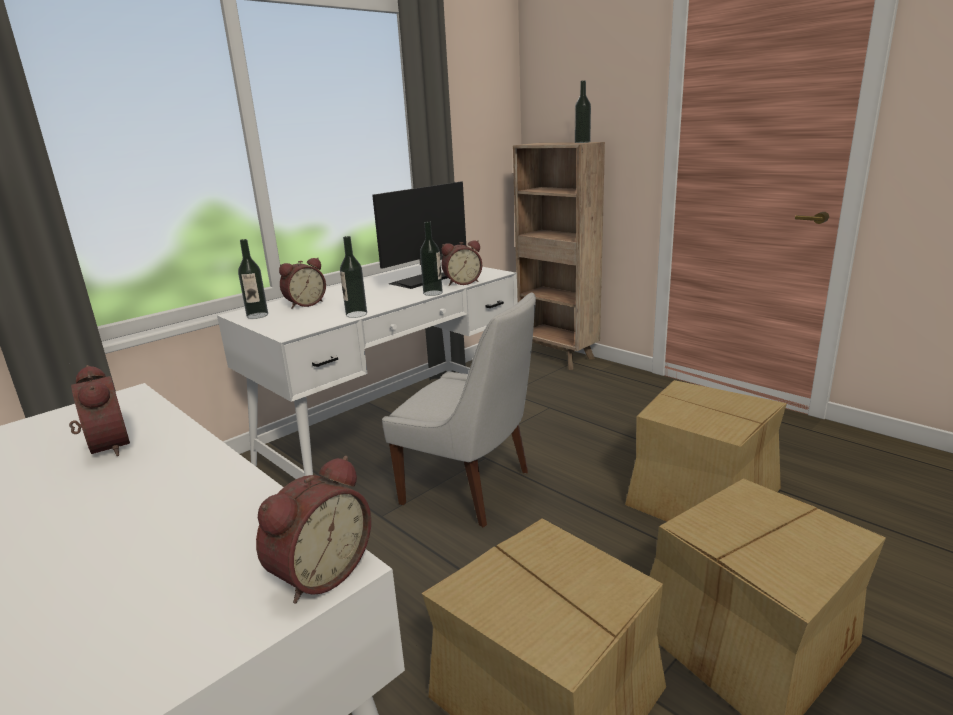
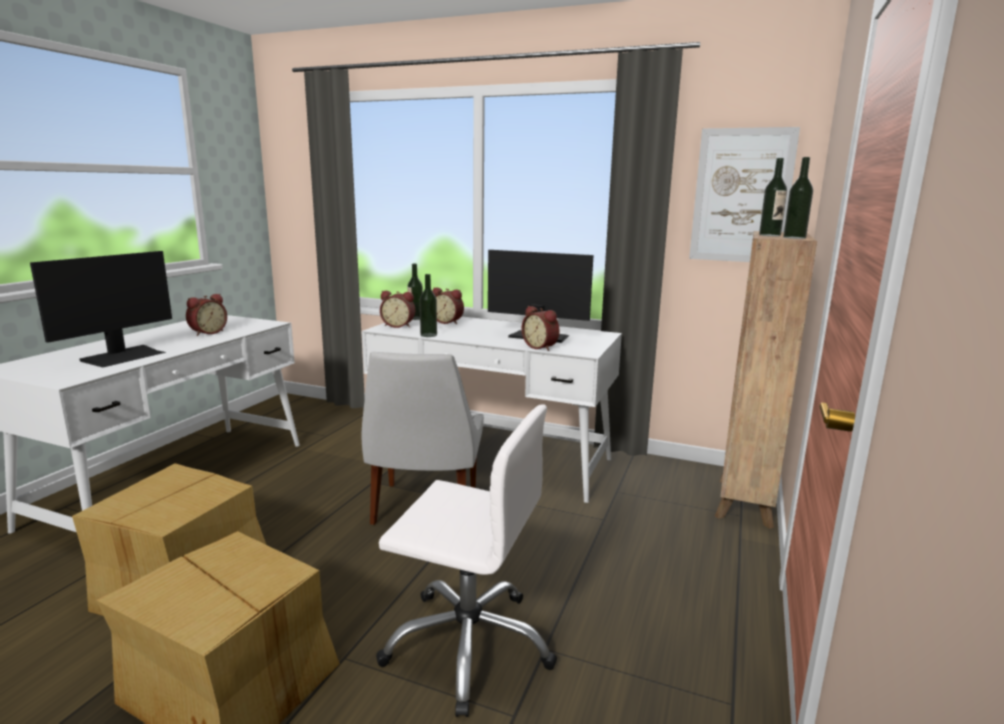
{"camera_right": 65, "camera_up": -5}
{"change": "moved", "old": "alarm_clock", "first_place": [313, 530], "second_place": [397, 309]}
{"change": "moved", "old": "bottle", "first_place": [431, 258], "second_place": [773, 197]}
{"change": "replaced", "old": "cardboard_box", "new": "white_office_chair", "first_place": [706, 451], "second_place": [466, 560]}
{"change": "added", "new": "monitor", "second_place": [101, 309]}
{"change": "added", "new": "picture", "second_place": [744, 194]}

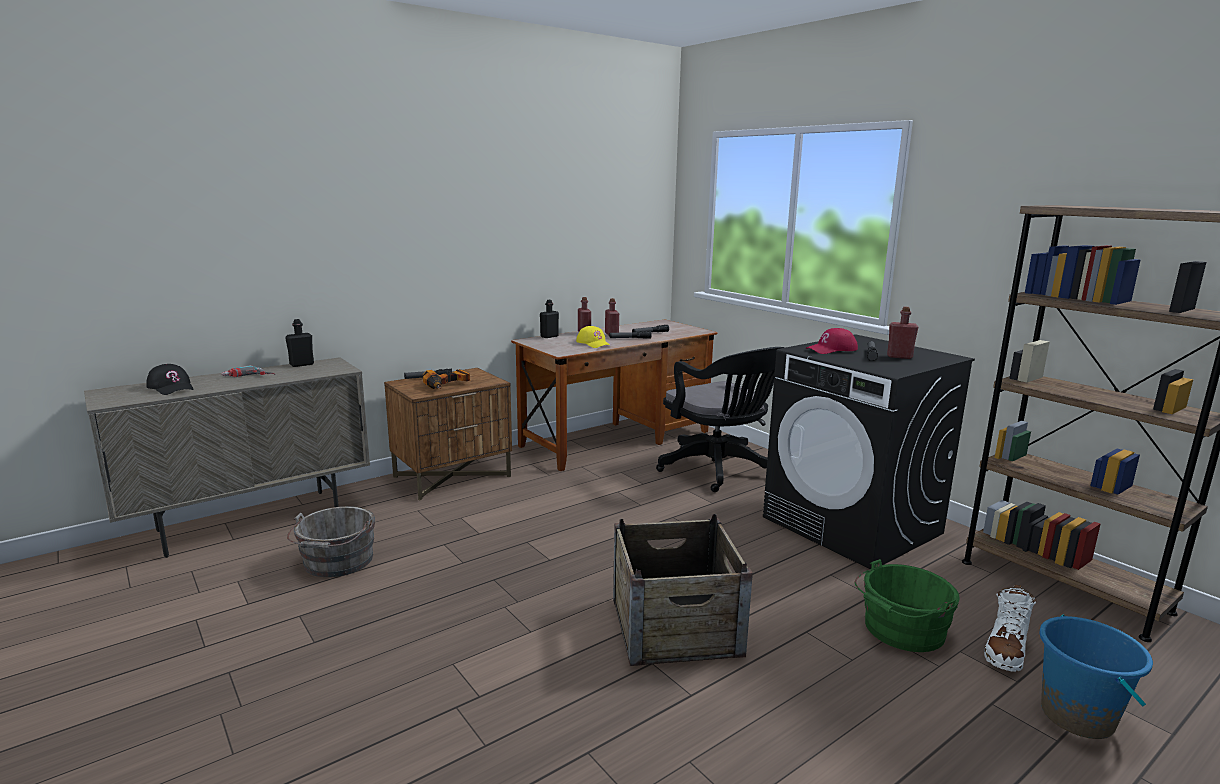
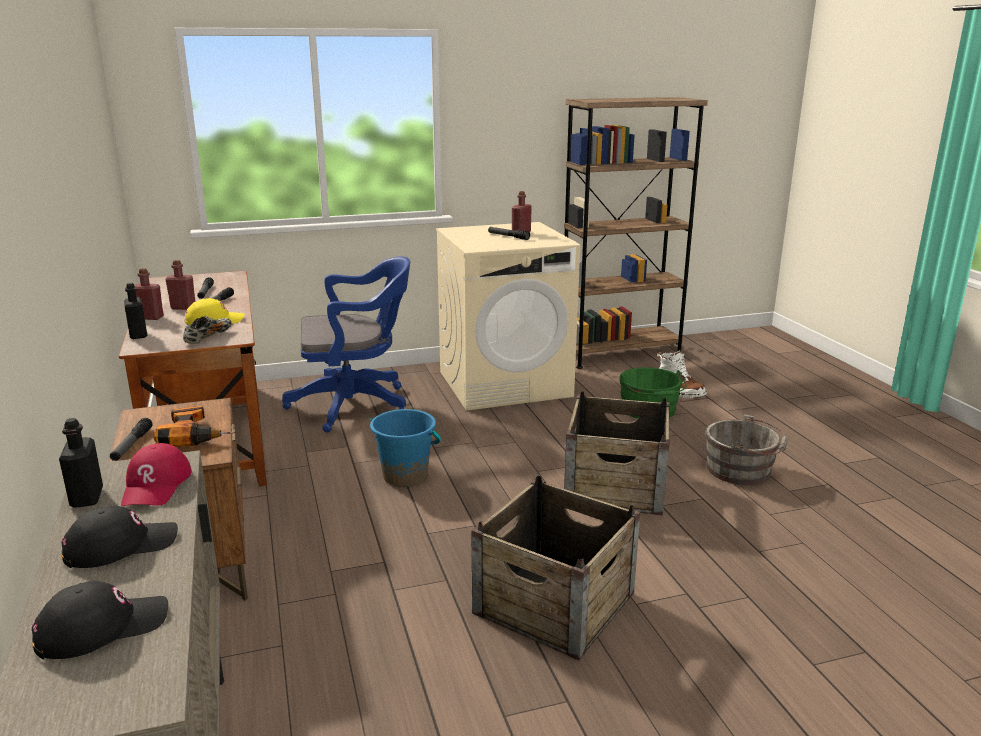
{"camera_right": -70, "camera_up": 5}
{"change": "replaced", "old": "power_drill", "new": "black_cap", "first_place": [248, 371], "second_place": [119, 537]}
{"change": "moved", "old": "grey_bucket", "first_place": [331, 541], "second_place": [746, 449]}
{"change": "recoloured", "old": "black_office_chair", "new": "blue_office_chair", "first_place": [720, 419], "second_place": [346, 344]}
{"change": "recoloured", "old": "black_washing_machine", "new": "beige_washing_machine", "first_place": [869, 451], "second_place": [508, 316]}
{"change": "moved", "old": "red_cap", "first_place": [832, 341], "second_place": [156, 474]}
{"change": "moved", "old": "blue_bucket", "first_place": [1096, 677], "second_place": [405, 448]}
{"change": "added", "new": "shoe", "second_place": [207, 330]}
{"change": "added", "new": "crate", "second_place": [555, 568]}

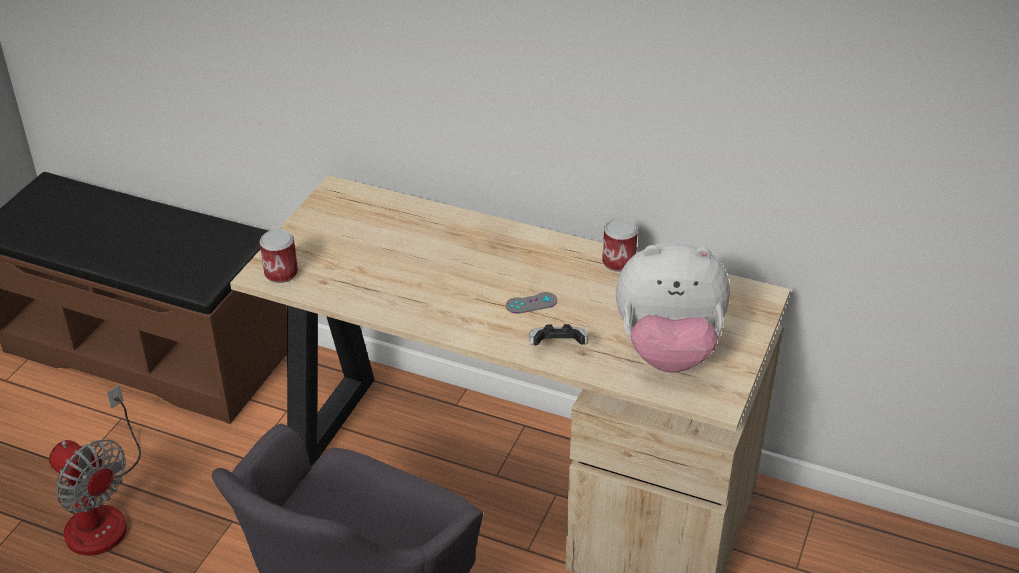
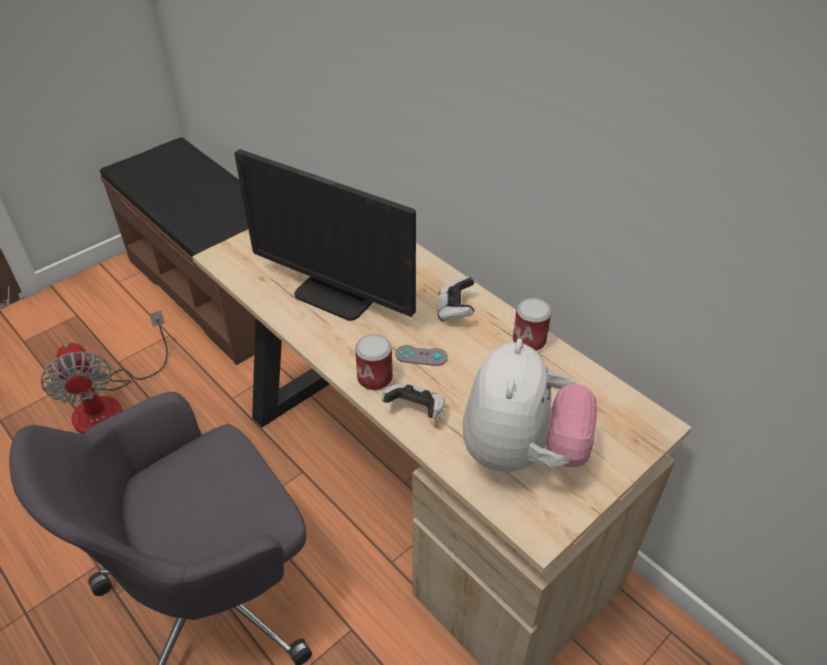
{"camera_right": 25, "camera_up": 5}
{"change": "moved", "old": "can", "first_place": [278, 256], "second_place": [374, 362]}
{"change": "turned", "old": "plush_toy", "first_place": [673, 307], "second_place": [530, 405], "degrees": -105}
{"change": "added", "new": "monitor", "second_place": [325, 235]}
{"change": "added", "new": "game_controller", "second_place": [456, 299]}

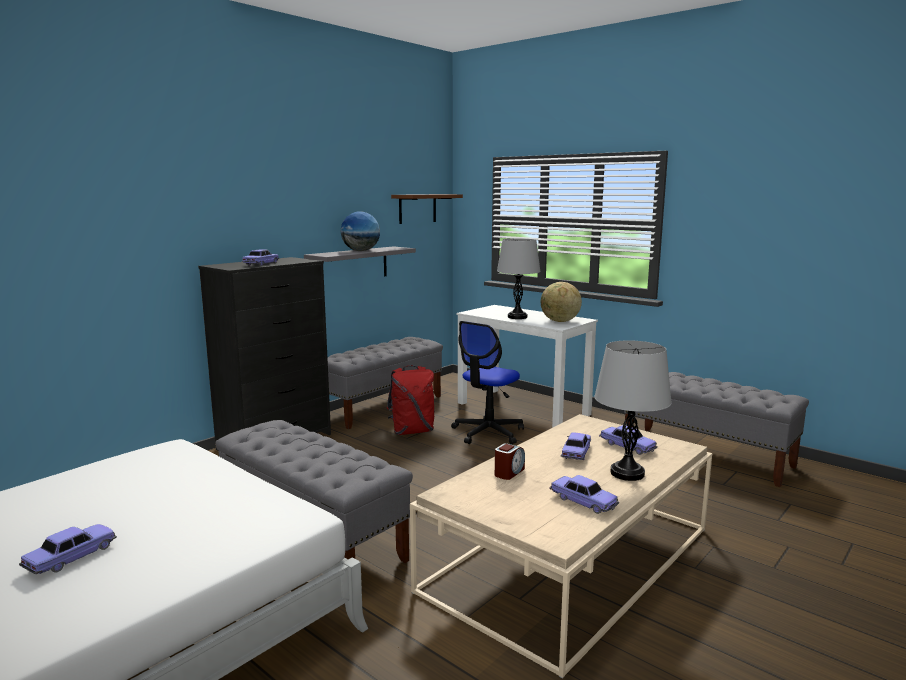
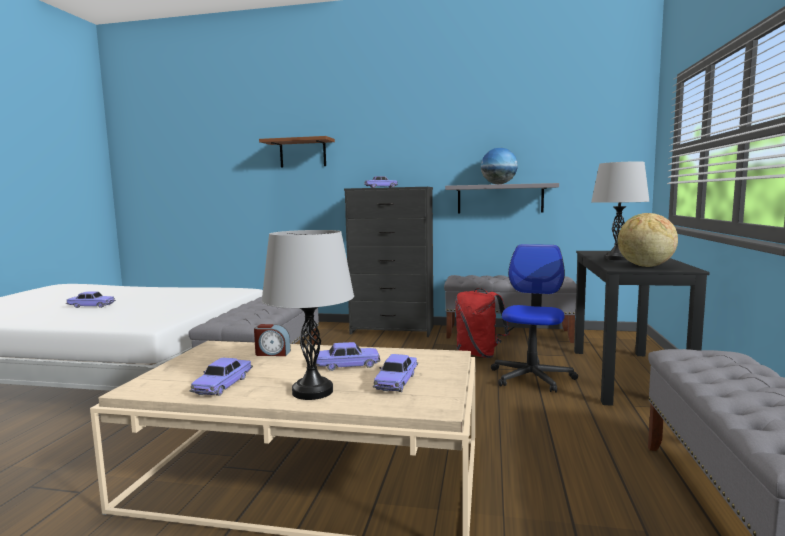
{"camera_right": 60, "camera_up": -5}
{"change": "moved", "old": "brown_shelf", "first_place": [427, 209], "second_place": [297, 152]}
{"change": "turned", "old": "office_chair", "first_place": [487, 383], "second_place": [534, 318], "degrees": 105}
{"change": "recoloured", "old": "white_desk", "new": "black_desk", "first_place": [527, 366], "second_place": [642, 328]}

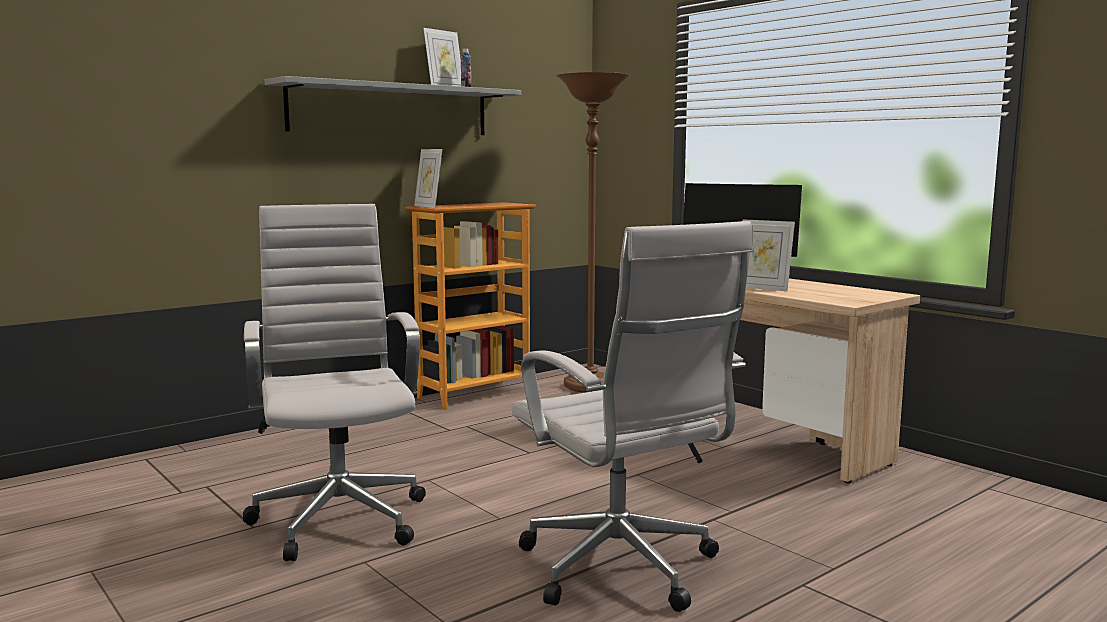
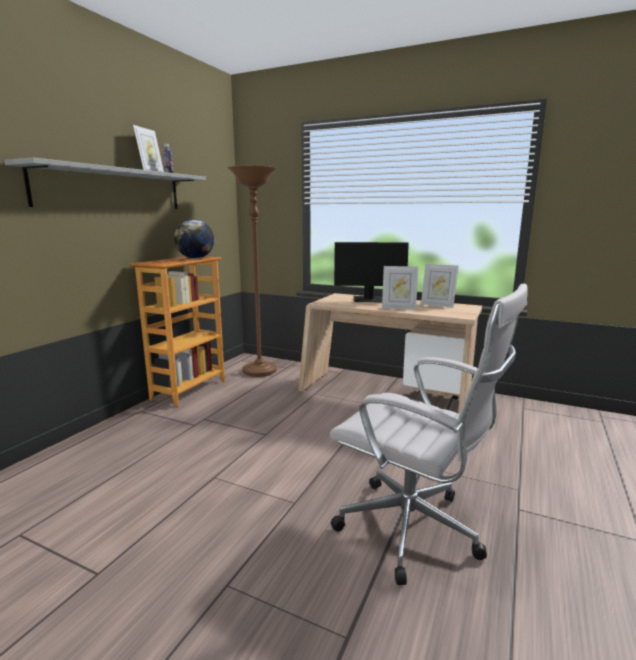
{"camera_right": -25, "camera_up": 5}
{"change": "removed", "old": "white_office_chair", "first_place": [334, 382]}
{"change": "moved", "old": "picture_frame", "first_place": [428, 178], "second_place": [439, 286]}
{"change": "added", "new": "globe", "second_place": [194, 239]}

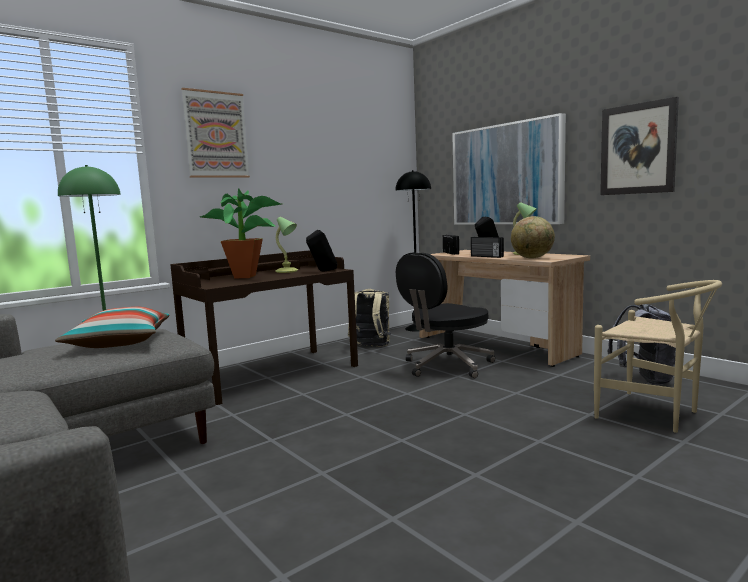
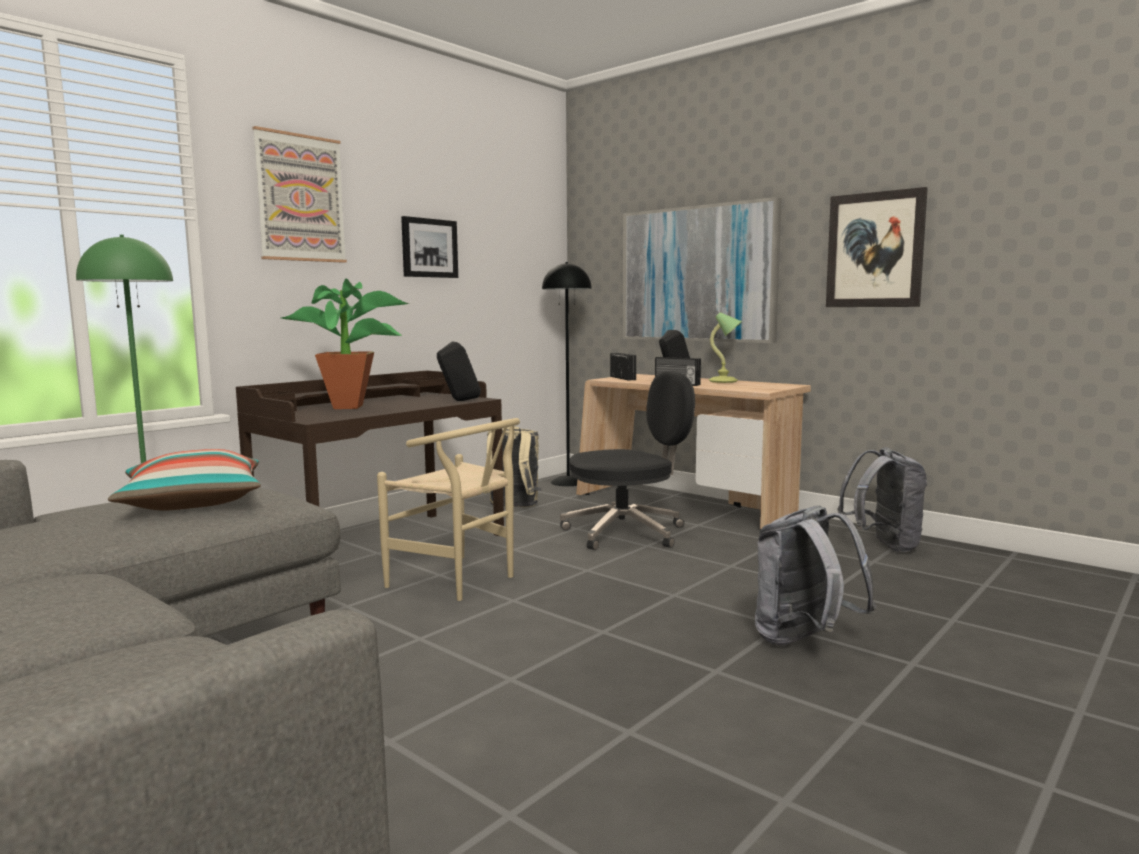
{"camera_right": -10, "camera_up": 0}
{"change": "removed", "old": "table_lamp", "first_place": [287, 245]}
{"change": "turned", "old": "black_office_chair", "first_place": [445, 315], "second_place": [627, 460], "degrees": -150}
{"change": "removed", "old": "globe", "first_place": [533, 237]}
{"change": "moved", "old": "beige_chair", "first_place": [658, 356], "second_place": [448, 509]}
{"change": "added", "new": "picture", "second_place": [429, 247]}
{"change": "added", "new": "grey_backpack", "second_place": [815, 575]}

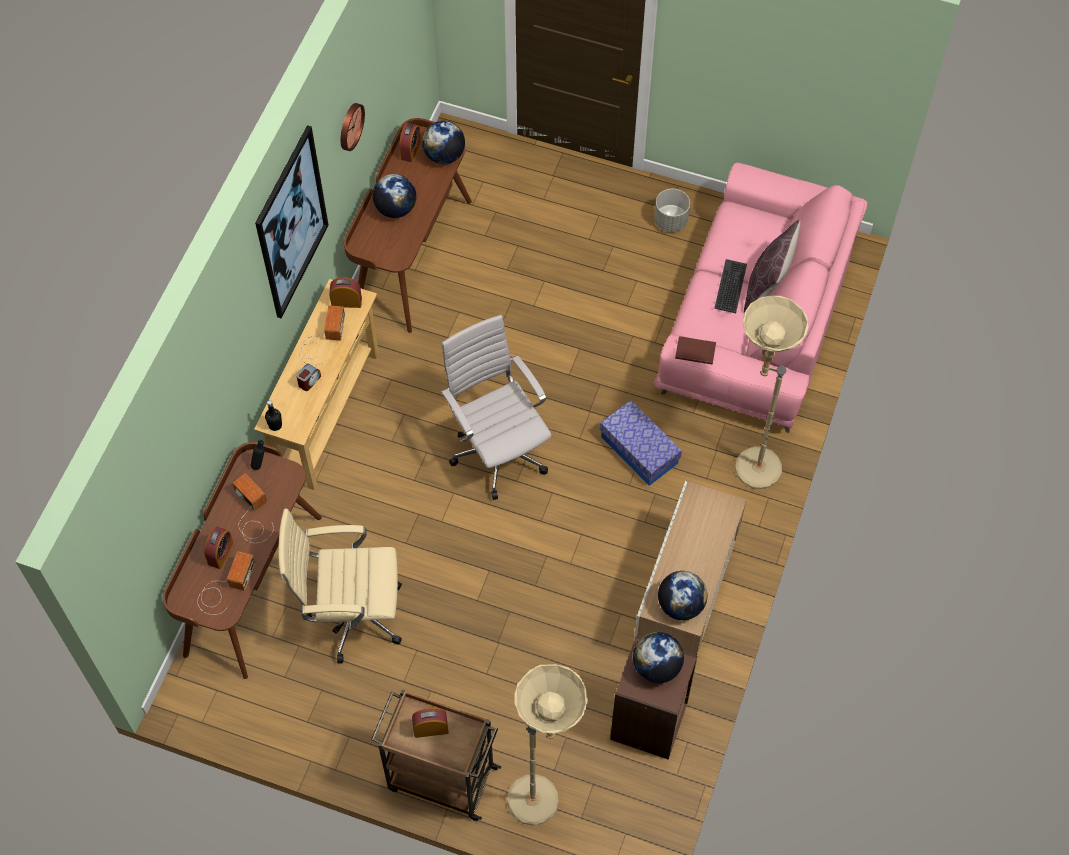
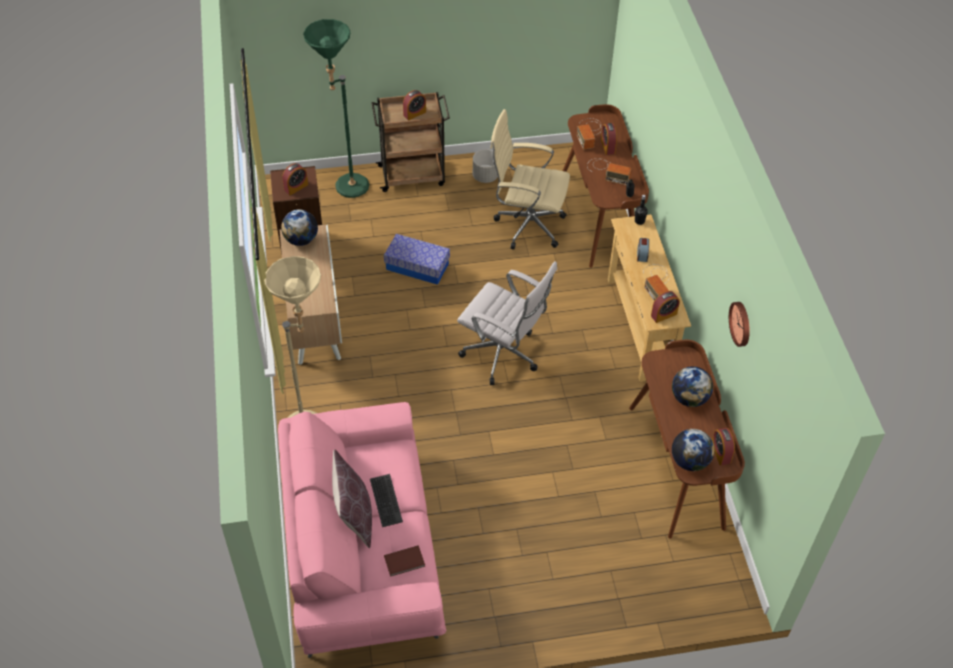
{"camera_right": 150, "camera_up": -10}
{"change": "removed", "old": "picture", "first_place": [292, 221]}
{"change": "turned", "old": "beige_office_chair", "first_place": [340, 586], "second_place": [530, 179], "degrees": -135}
{"change": "recoloured", "old": "beige_floor_lamp", "new": "green_floor_lamp", "first_place": [547, 744], "second_place": [336, 108]}
{"change": "moved", "old": "storage_box", "first_place": [641, 443], "second_place": [417, 259]}
{"change": "replaced", "old": "globe", "new": "alarm_clock", "first_place": [658, 657], "second_place": [295, 179]}
{"change": "moved", "old": "grey_planter", "first_place": [672, 210], "second_place": [485, 166]}
{"change": "moved", "old": "brown_book", "first_place": [695, 350], "second_place": [404, 561]}

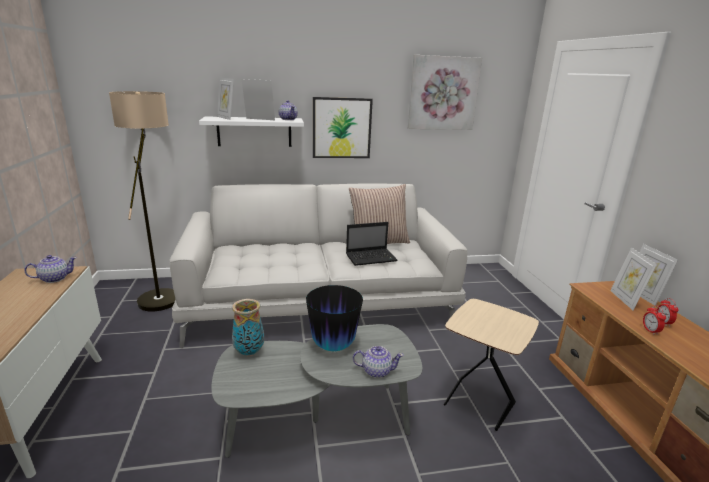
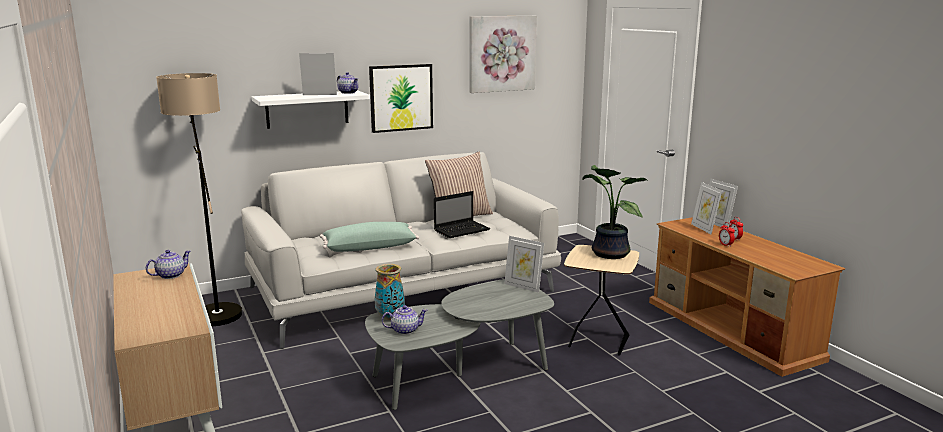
{"camera_right": -15, "camera_up": -5}
{"change": "moved", "old": "picture_frame", "first_place": [225, 99], "second_place": [524, 264]}
{"change": "removed", "old": "vase", "first_place": [334, 318]}
{"change": "moved", "old": "teapot", "first_place": [378, 362], "second_place": [405, 320]}
{"change": "added", "new": "green_pillow", "second_place": [369, 237]}
{"change": "added", "new": "potted_plant", "second_place": [615, 212]}

